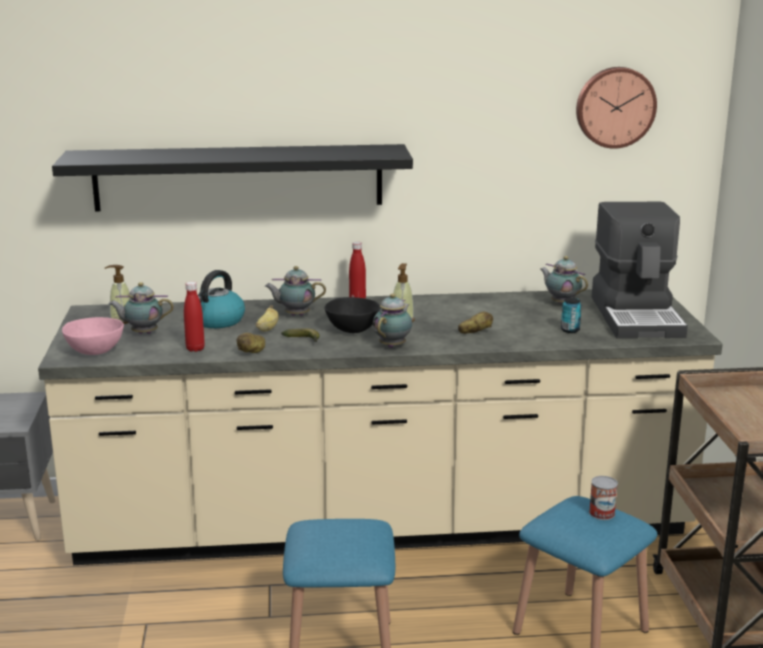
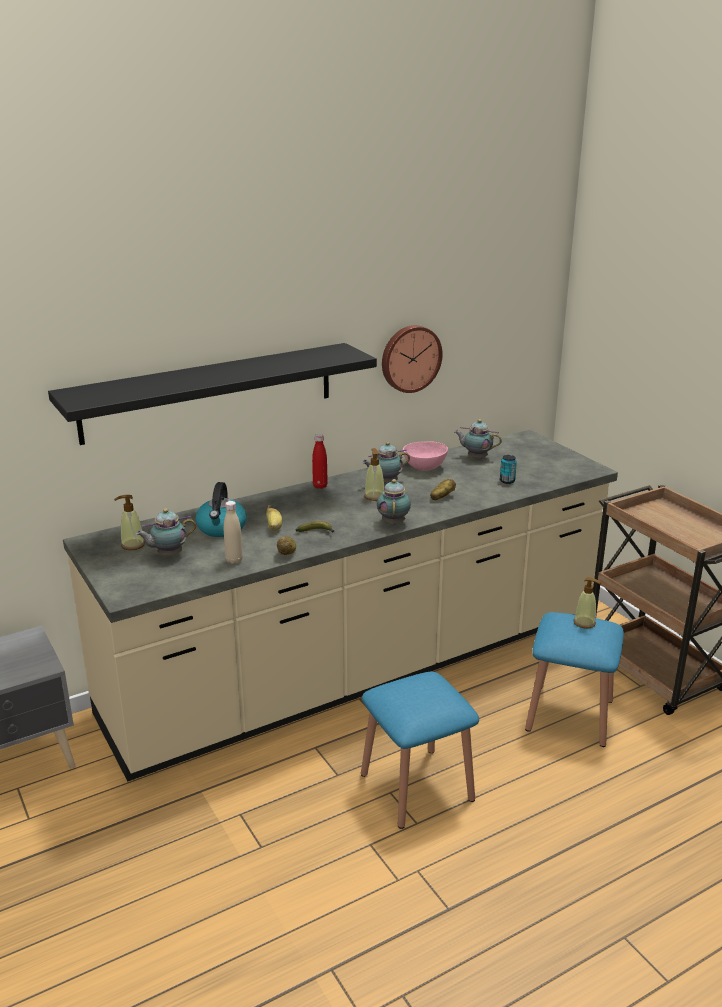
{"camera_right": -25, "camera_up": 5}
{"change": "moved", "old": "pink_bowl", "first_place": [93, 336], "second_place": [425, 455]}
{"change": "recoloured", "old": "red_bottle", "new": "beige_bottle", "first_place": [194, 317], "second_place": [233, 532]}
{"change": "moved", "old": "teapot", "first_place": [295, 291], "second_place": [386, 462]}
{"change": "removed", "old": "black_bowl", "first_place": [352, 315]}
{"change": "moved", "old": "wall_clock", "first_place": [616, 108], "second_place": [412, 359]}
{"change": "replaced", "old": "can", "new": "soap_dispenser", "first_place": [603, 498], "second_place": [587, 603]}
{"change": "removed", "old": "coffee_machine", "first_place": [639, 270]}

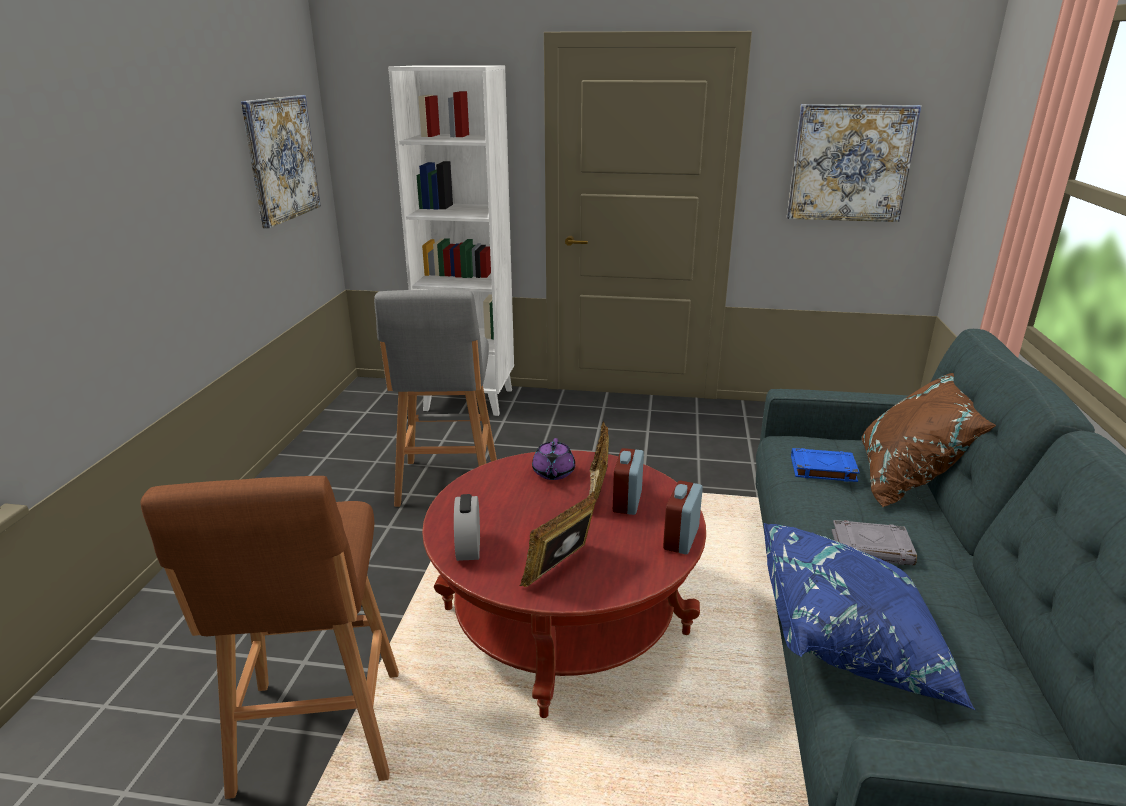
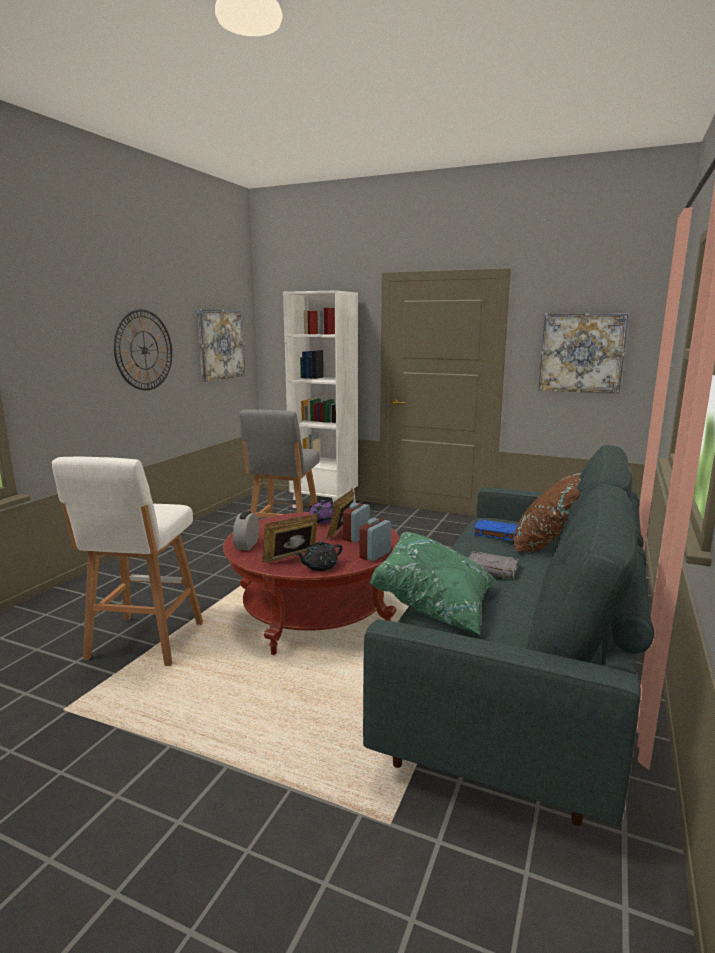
{"camera_right": 15, "camera_up": -10}
{"change": "recoloured", "old": "brown_stool", "new": "white_stool", "first_place": [269, 637], "second_place": [127, 561]}
{"change": "recoloured", "old": "blue_pillow", "new": "green_pillow", "first_place": [869, 616], "second_place": [433, 583]}
{"change": "added", "new": "wall_clock", "second_place": [143, 349]}
{"change": "added", "new": "black_teapot", "second_place": [318, 556]}

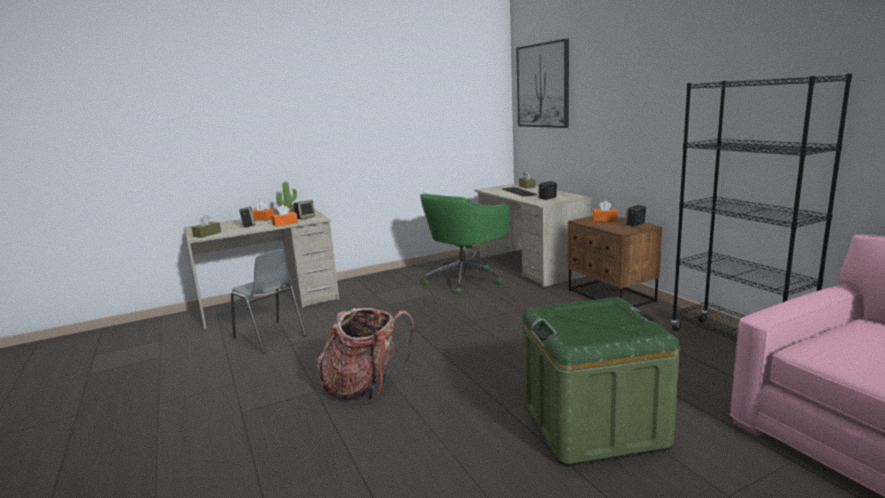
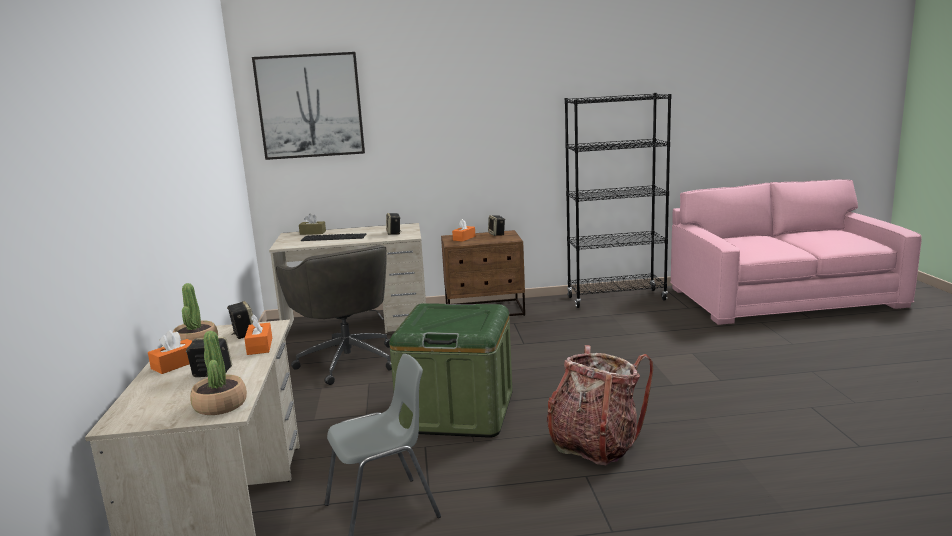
{"camera_right": -70, "camera_up": 0}
{"change": "replaced", "old": "brown_tissue_box", "new": "potted_plant", "first_place": [206, 226], "second_place": [218, 373]}
{"change": "recoloured", "old": "green_office_chair", "new": "grey_office_chair", "first_place": [465, 244], "second_place": [334, 315]}
{"change": "moved", "old": "green_storage_box", "first_place": [601, 381], "second_place": [450, 370]}

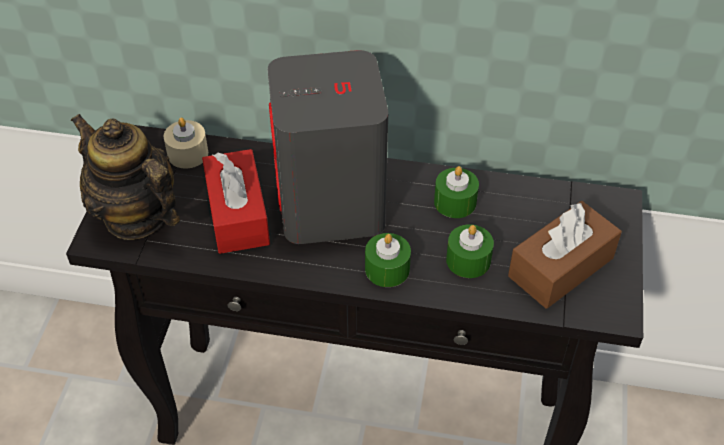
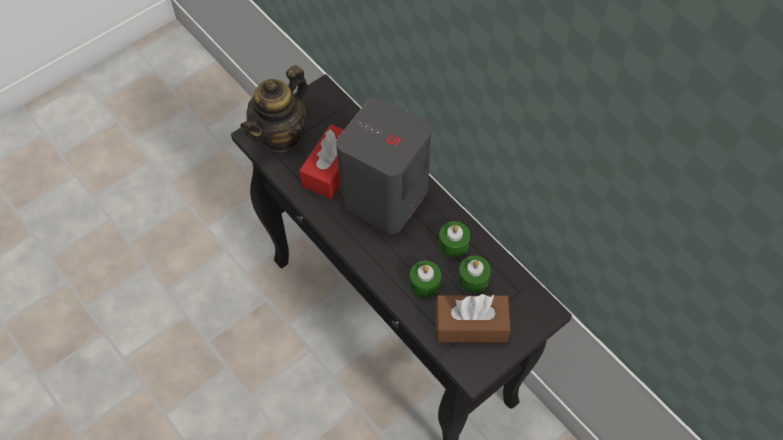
{"camera_right": 40, "camera_up": 10}
{"change": "turned", "old": "teapot", "first_place": [125, 177], "second_place": [274, 108], "degrees": -135}
{"change": "removed", "old": "beige_candle", "first_place": [185, 143]}
{"change": "moved", "old": "green_candle", "first_place": [388, 260], "second_place": [474, 274]}

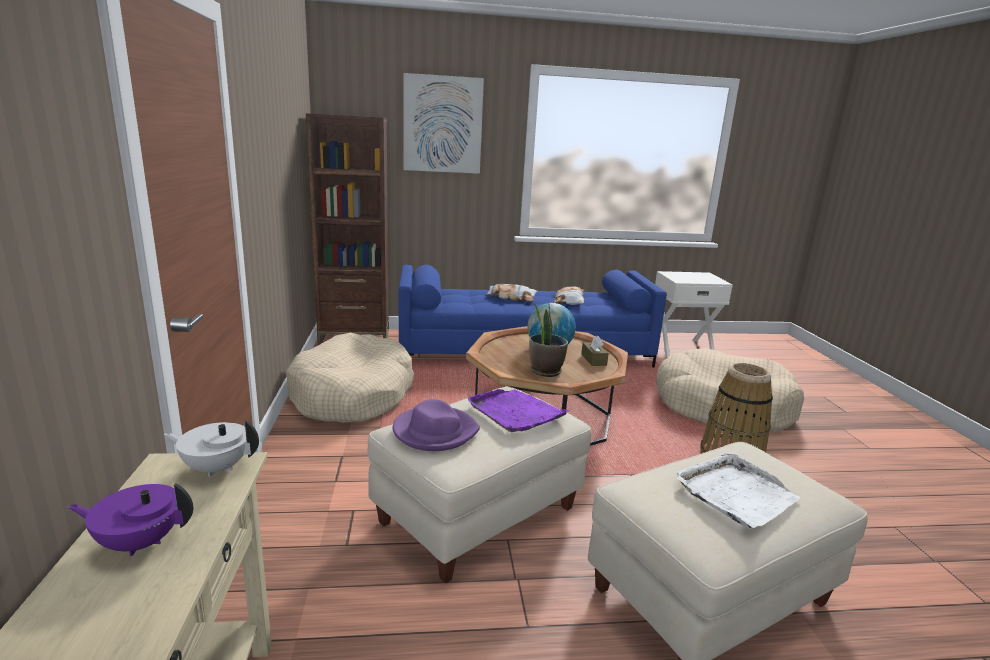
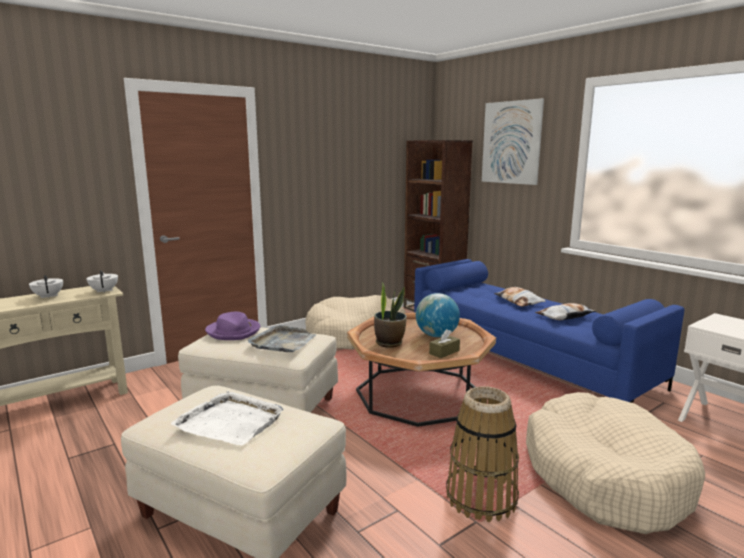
{"camera_right": 60, "camera_up": -5}
{"change": "recoloured", "old": "purple_teapot", "new": "white_teapot", "first_place": [130, 519], "second_place": [46, 287]}
{"change": "recoloured", "old": "purple_tray", "new": "grey_tray", "first_place": [518, 410], "second_place": [282, 338]}

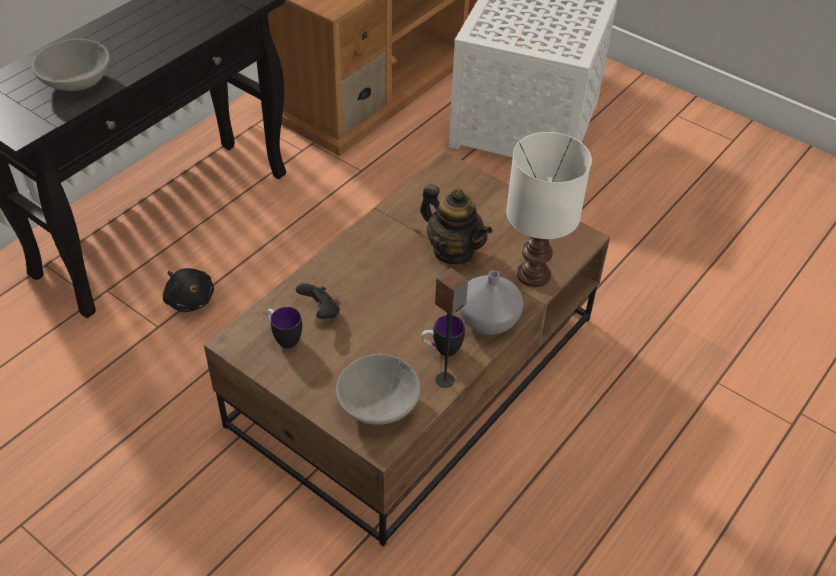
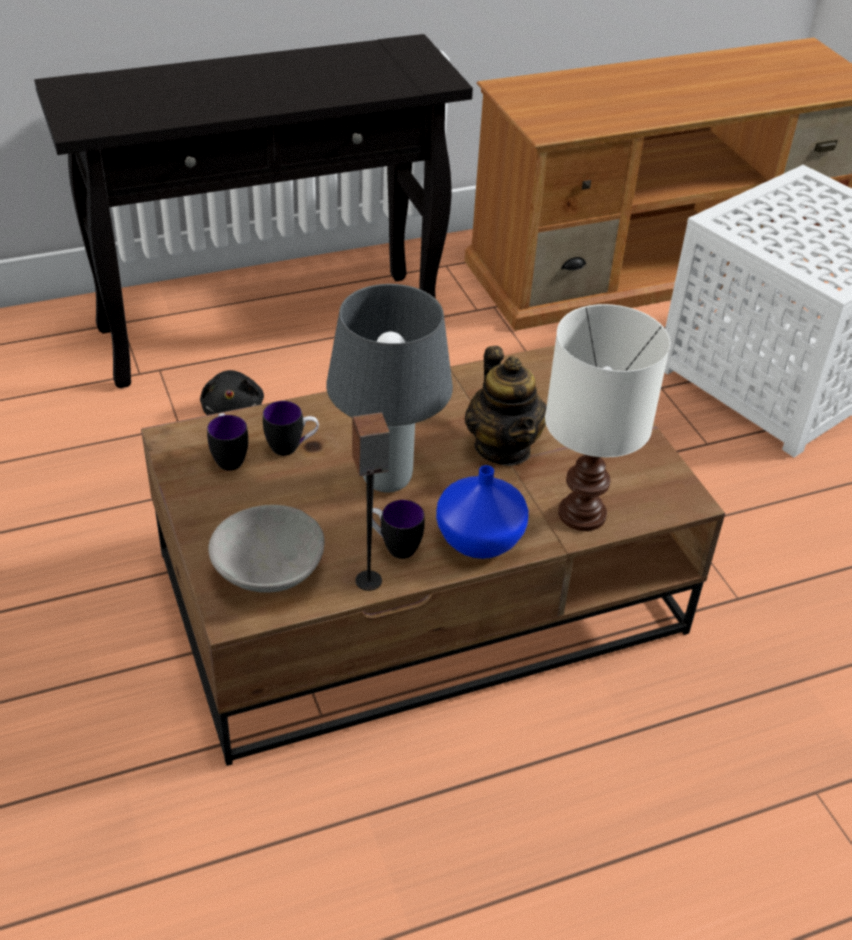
{"camera_right": 30, "camera_up": -5}
{"change": "removed", "old": "grey_bowl", "first_place": [71, 65]}
{"change": "replaced", "old": "black_game_controller", "new": "mug", "first_place": [318, 301], "second_place": [291, 428]}
{"change": "recoloured", "old": "grey_vase", "new": "blue_vase", "first_place": [491, 302], "second_place": [482, 512]}
{"change": "added", "new": "grey_table_lamp", "second_place": [389, 388]}

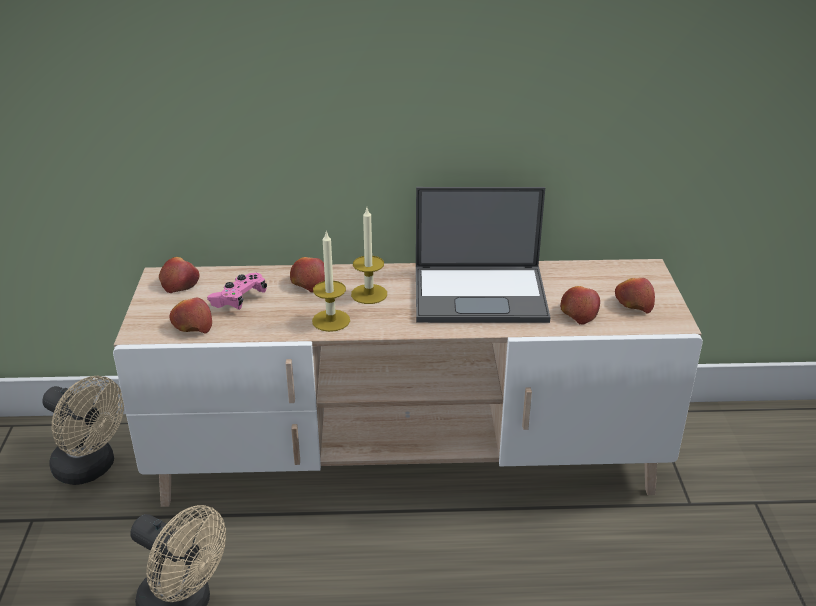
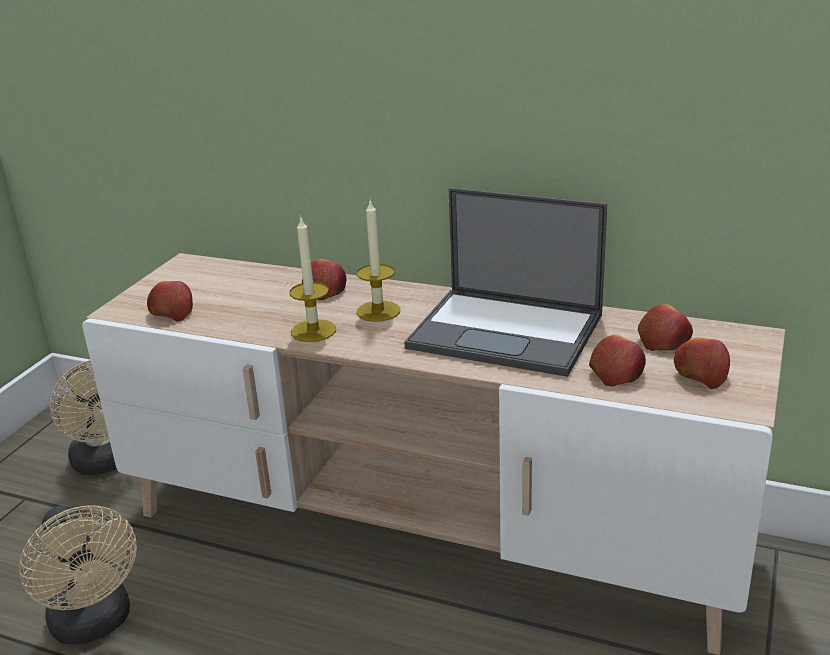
{"camera_right": 25, "camera_up": -5}
{"change": "moved", "old": "apple", "first_place": [179, 275], "second_place": [665, 327]}
{"change": "removed", "old": "pink_game_controller", "first_place": [237, 291]}

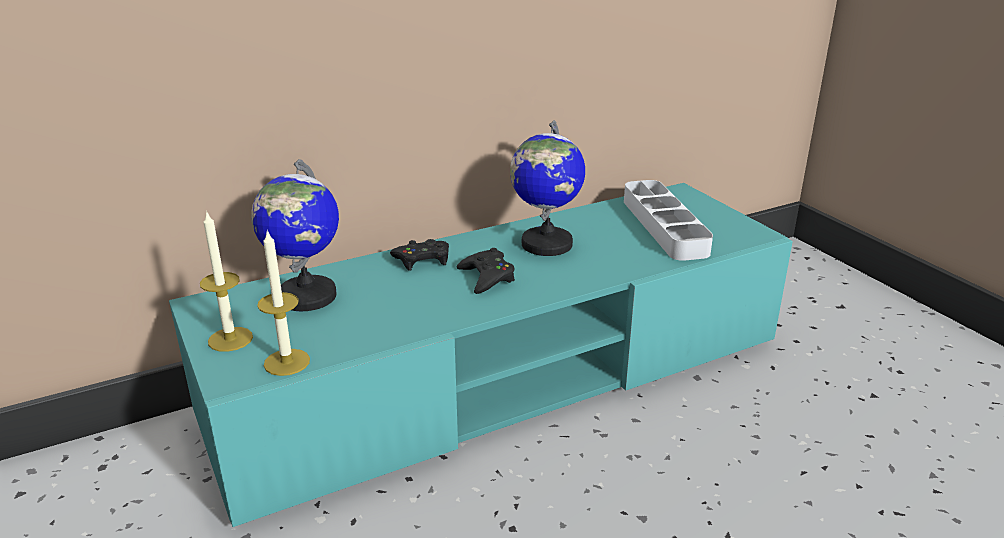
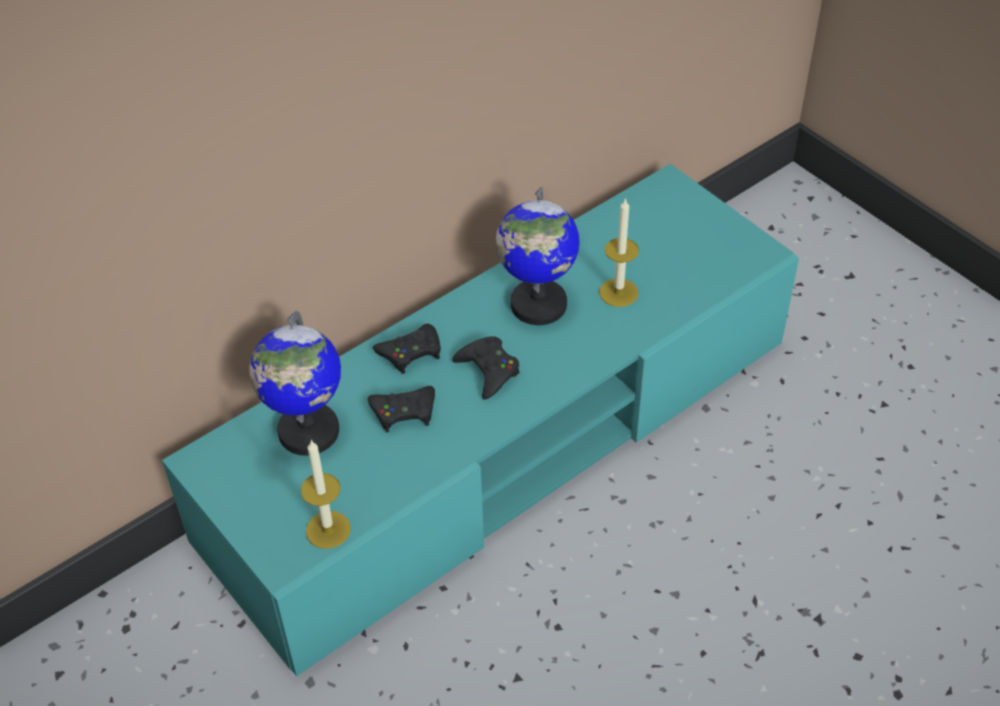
{"camera_right": -10, "camera_up": 20}
{"change": "moved", "old": "candle", "first_place": [226, 281], "second_place": [619, 252]}
{"change": "removed", "old": "grey_tray", "first_place": [668, 220]}
{"change": "added", "new": "black_game_controller", "second_place": [401, 409]}

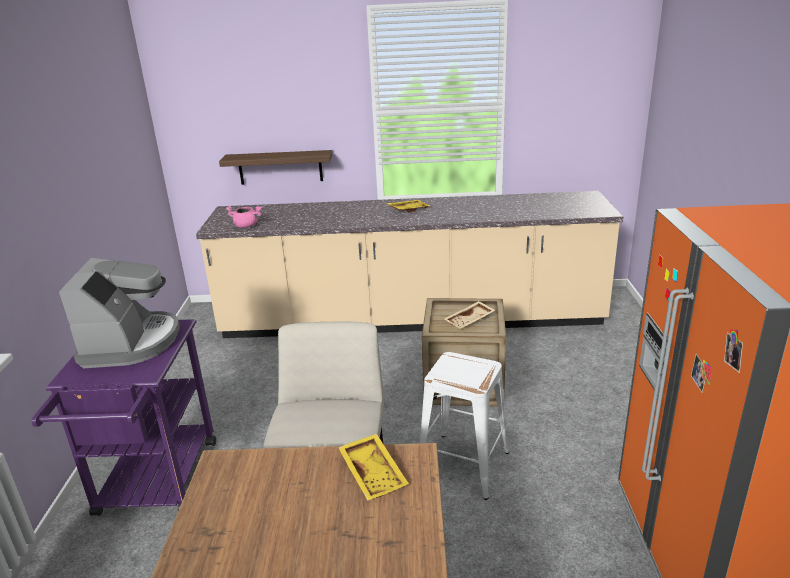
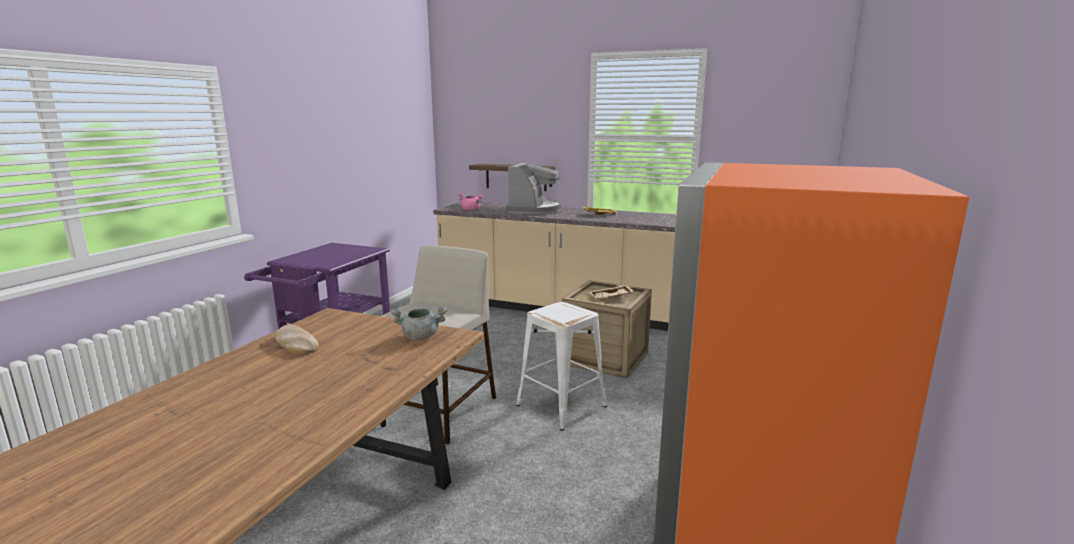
{"camera_right": 20, "camera_up": -10}
{"change": "moved", "old": "coffee_machine", "first_place": [119, 313], "second_place": [534, 189]}
{"change": "replaced", "old": "yellow_tray", "new": "grey_cooking_pot", "first_place": [373, 467], "second_place": [419, 323]}
{"change": "added", "new": "bread", "second_place": [297, 339]}

